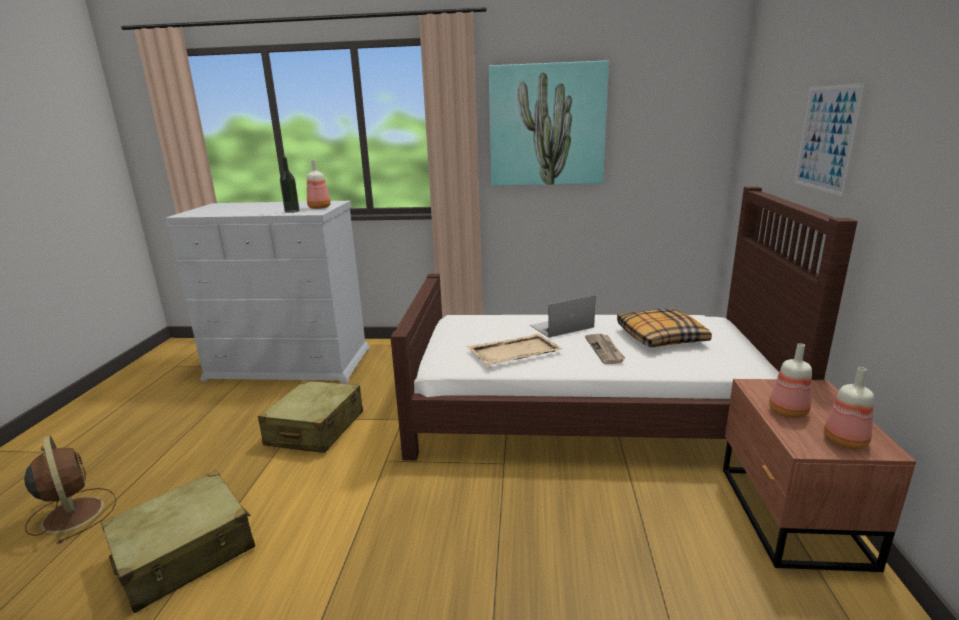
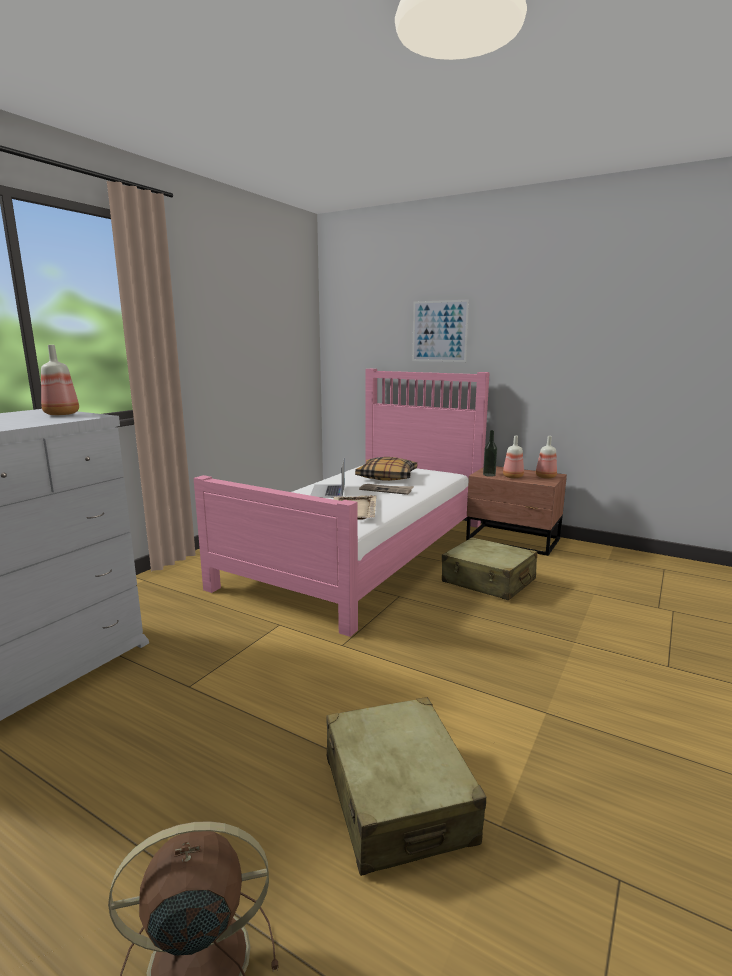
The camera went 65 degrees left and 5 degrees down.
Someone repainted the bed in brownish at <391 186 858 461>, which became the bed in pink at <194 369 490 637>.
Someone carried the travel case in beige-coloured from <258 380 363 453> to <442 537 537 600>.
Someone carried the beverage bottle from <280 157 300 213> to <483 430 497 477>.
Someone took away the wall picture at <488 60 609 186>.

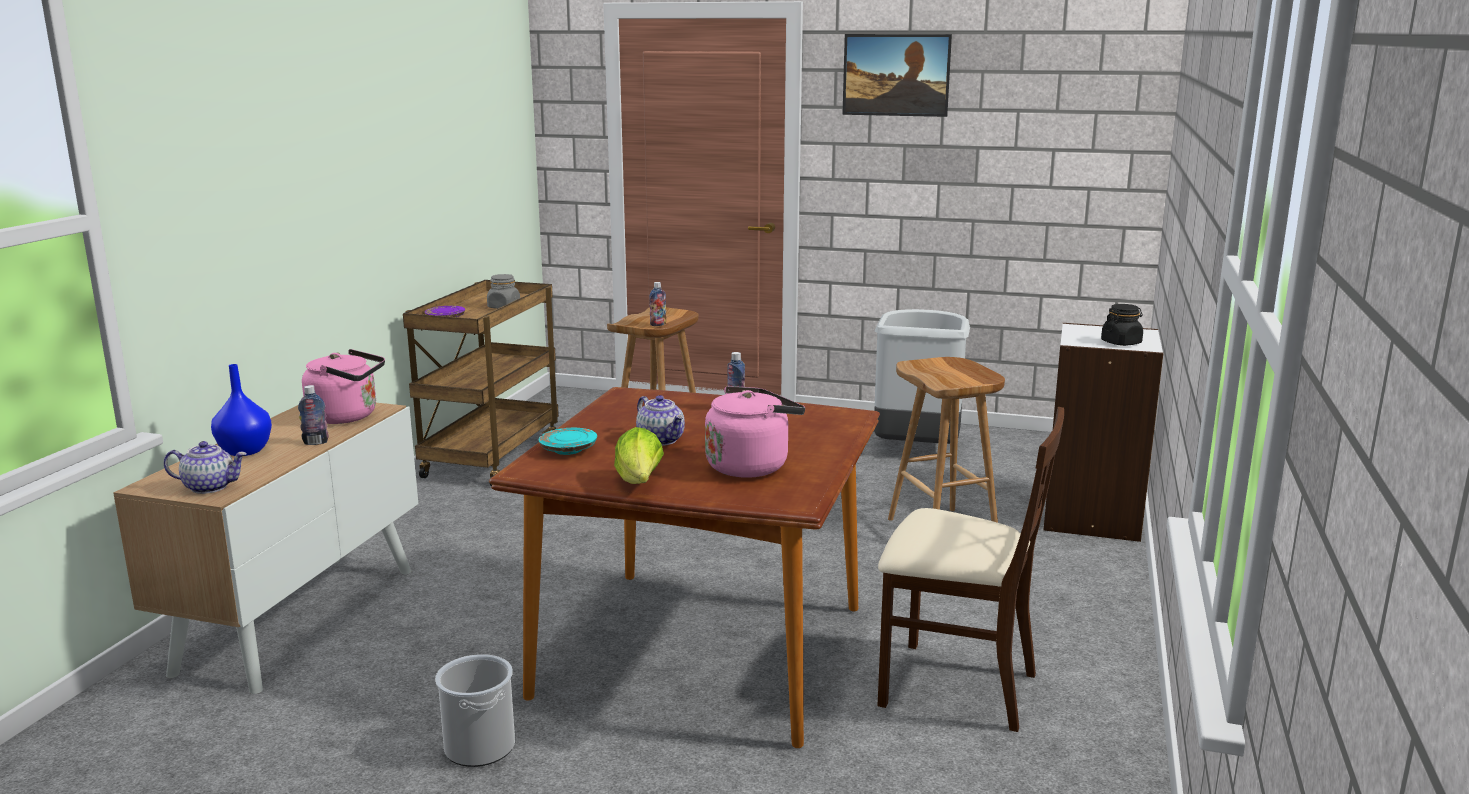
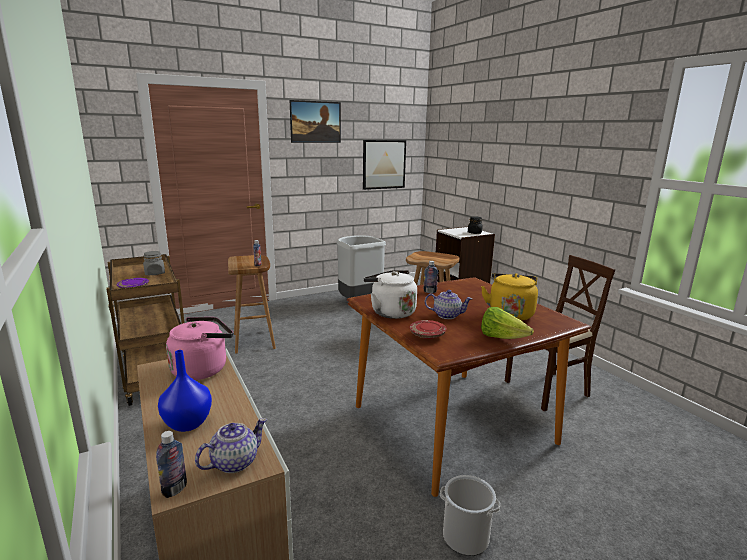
The camera went 45 degrees left and 0 degrees up.
Someone carried the beverage bottle from <298 385 329 445> to <156 431 187 498>.
Someone put up the wall picture at <363 140 406 190>.
Someone put down the kettle in white at <364 270 417 319>.
Someone repainted the flat dish in blue-green at <538 428 597 455>, which became the flat dish in red-coloured at <410 320 447 339>.
Someone repainted the kettle in pink at <705 386 805 478>, which became the kettle in yellow-coloured at <481 273 538 321>.

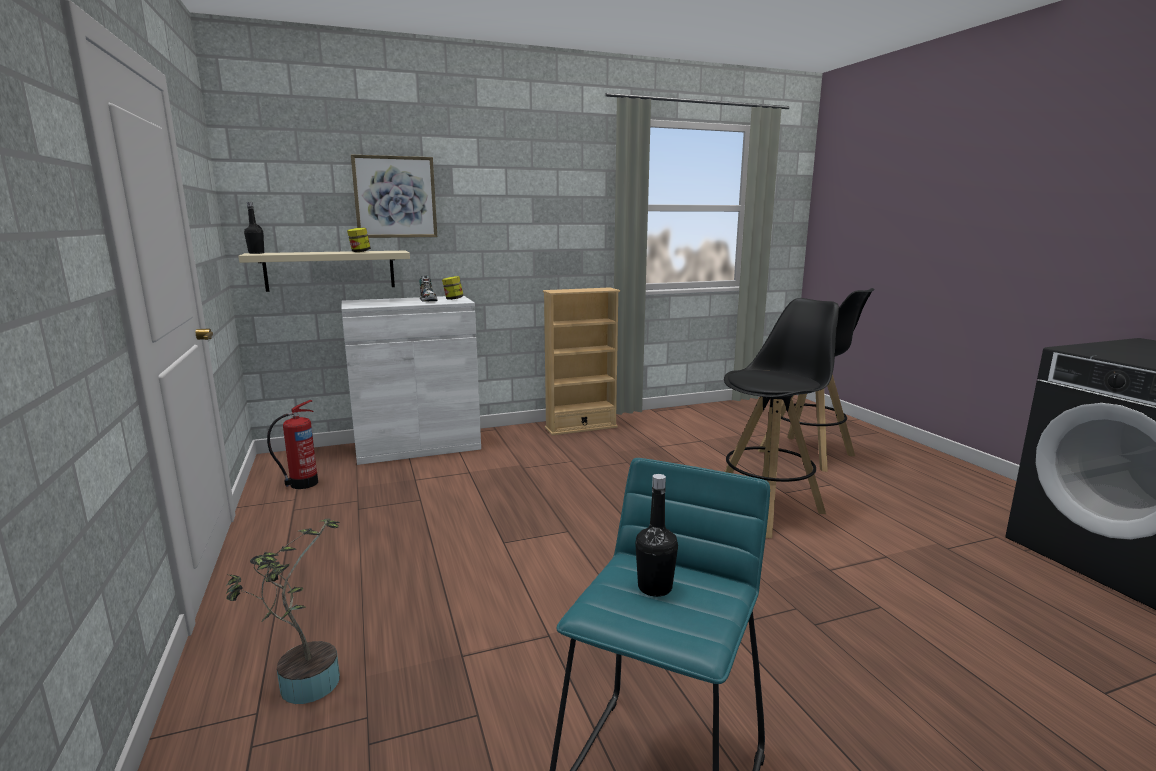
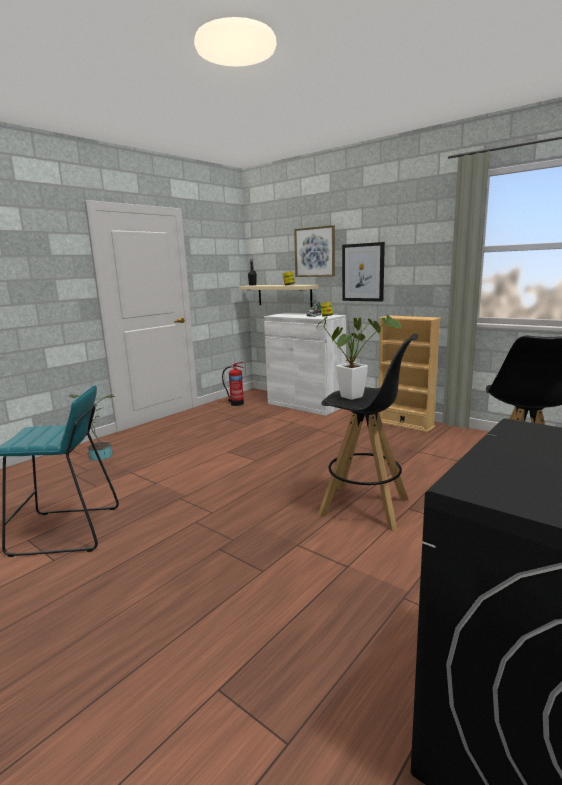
The camera went 60 degrees right and 0 degrees up.
Someone put down the houseplant at <316 315 401 400>.
Someone put up the wall picture at <342 242 385 302>.
Someone took away the beverage bottle in black at <635 474 678 597>.

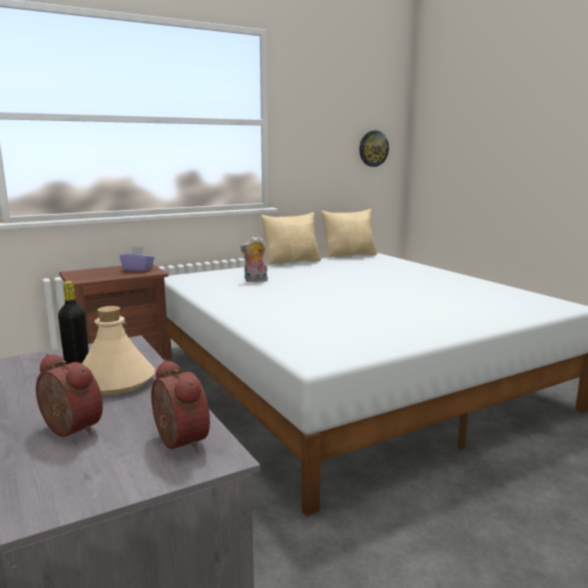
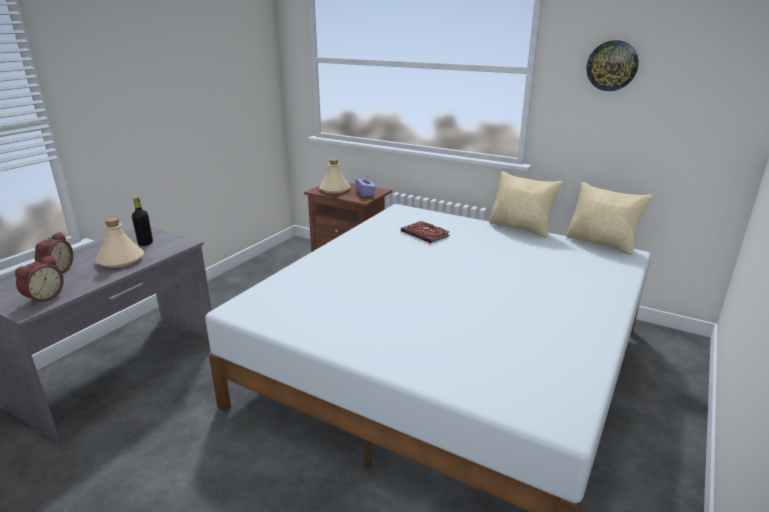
The camera went 60 degrees right and 10 degrees up.
Someone put down the beverage bottle in beige-coloured at <319 159 351 194>.
Someone swapped the soft toy at <240 236 268 282> for the book at <401 221 450 243>.
Someone carried the hanging clock from <359 130 389 167> to <586 40 639 91>.

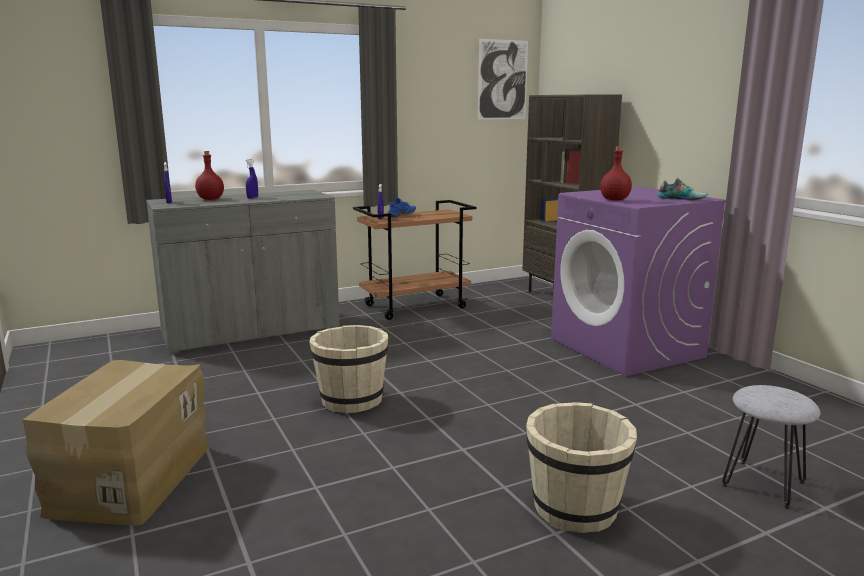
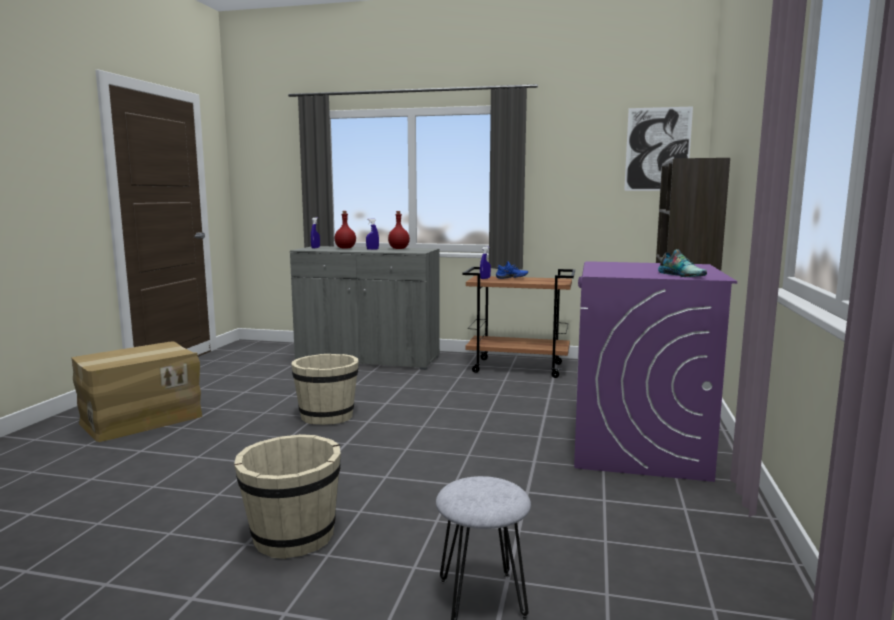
The camera went 40 degrees right and 5 degrees down.
Someone carried the beverage bottle in red-coloured from <600 146 632 201> to <388 211 410 249>.

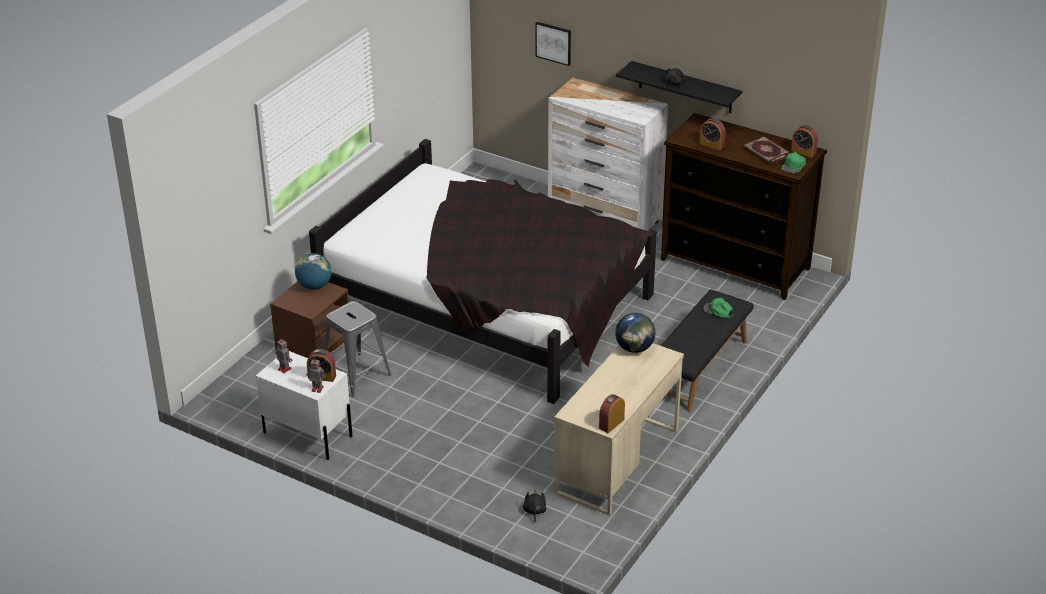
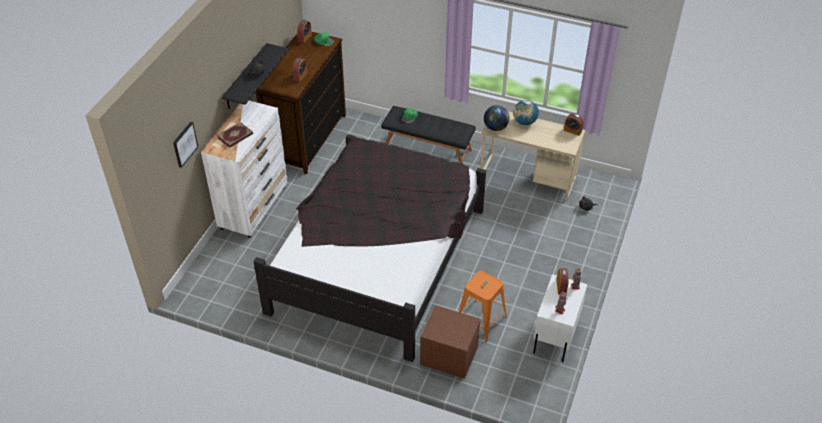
The camera went 100 degrees left and 10 degrees up.
Someone carried the book from <743 137 790 164> to <217 122 253 148>.
Someone repainted the stool seat in grey at <324 301 391 397>, which became the stool seat in orange at <459 271 507 342>.
Someone carried the globe from <295 253 332 290> to <513 100 539 125>.

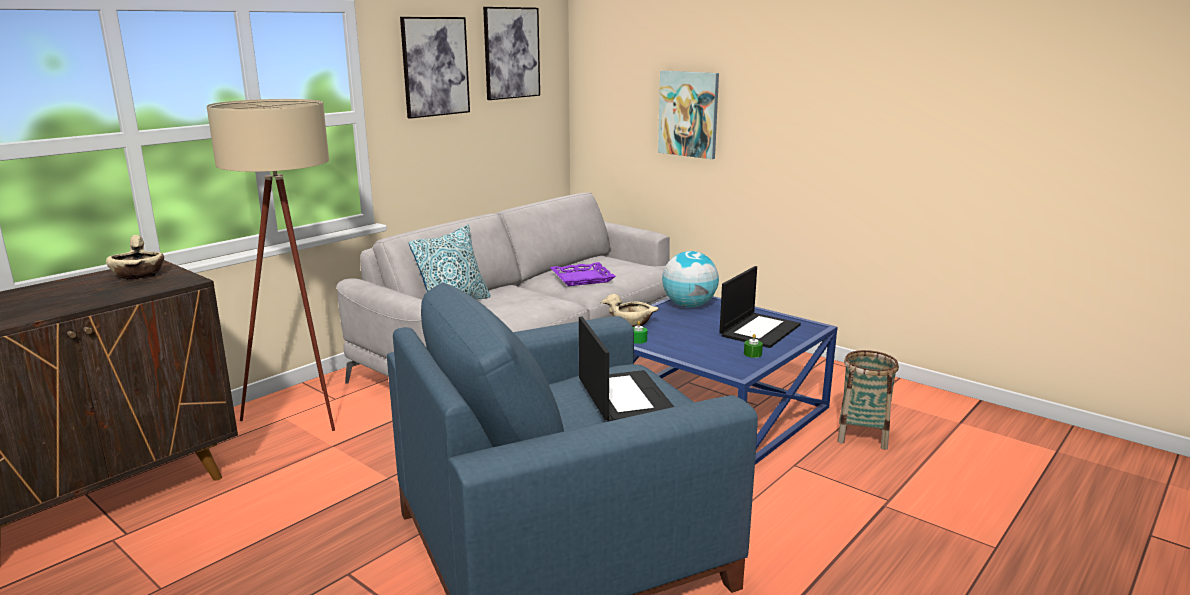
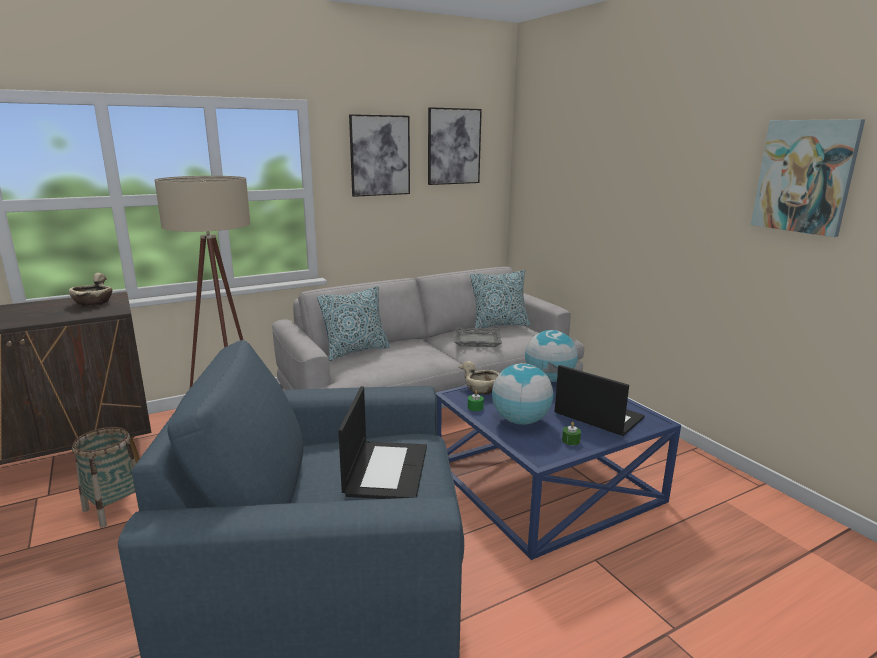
The camera went 20 degrees right and 0 degrees up.
Someone carried the basket from <837 350 899 450> to <72 427 136 528>.
Someone repainted the tray in purple-coloured at <550 262 616 286>, which became the tray in grey at <454 327 502 347>.
Someone put down the cushion at <470 270 530 329>.
Someone put down the globe at <492 363 553 425>.
Someone rotated the notebook computer at <719 266 801 348> by 105 degrees counterclockwise.
Someone carried the wall picture from <658 71 719 159> to <751 119 865 237>.

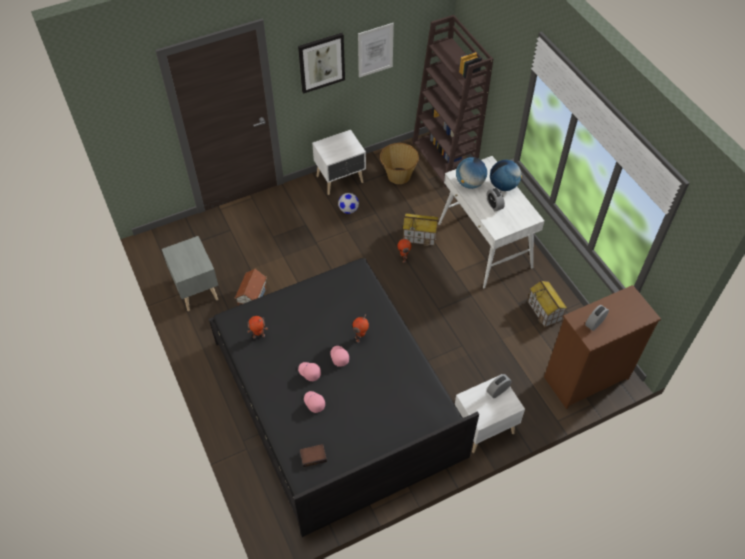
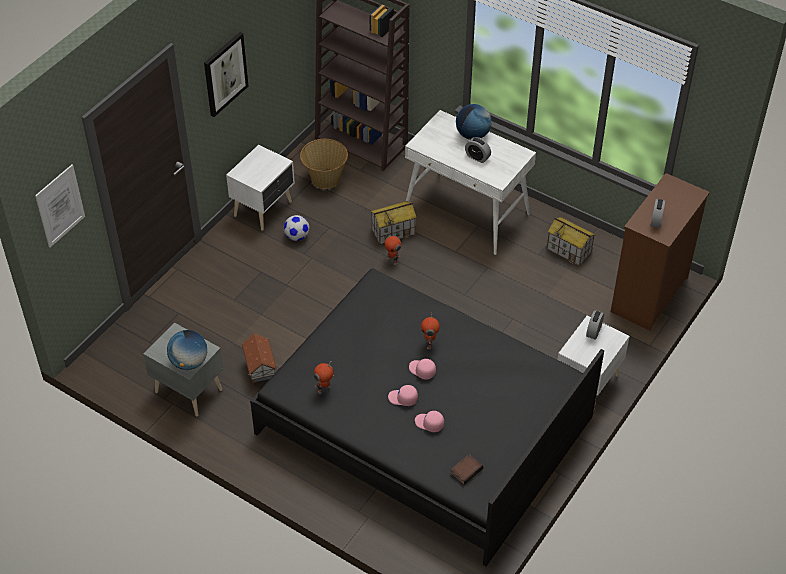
The camera went 30 degrees left and 5 degrees down.
Someone carried the wall picture from <358 23 394 78> to <35 164 85 247>.
Someone carried the globe from <456 157 487 189> to <167 330 207 370>.

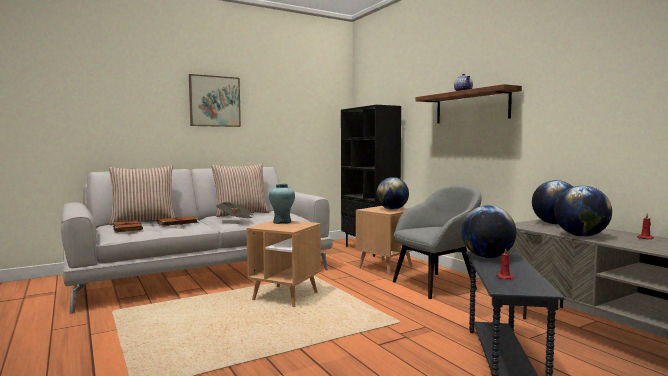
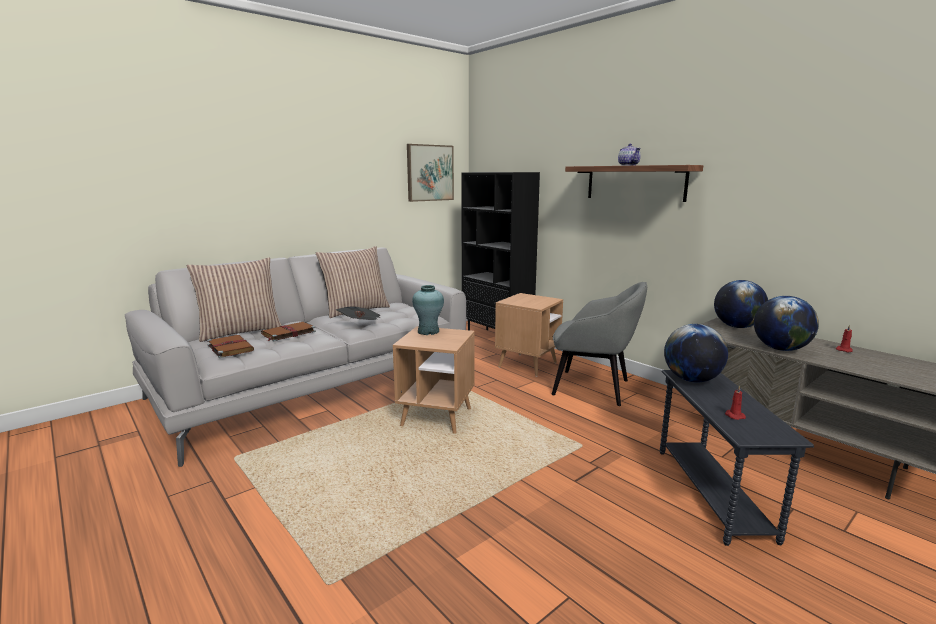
The camera went 10 degrees left and 10 degrees up.
Someone carried the wall picture from <189 74 241 127> to <407 144 454 202>.
Someone rotated the lounge chair in grey at <393 185 482 299> by 60 degrees clockwise.
Someone took away the globe at <376 177 409 210>.

